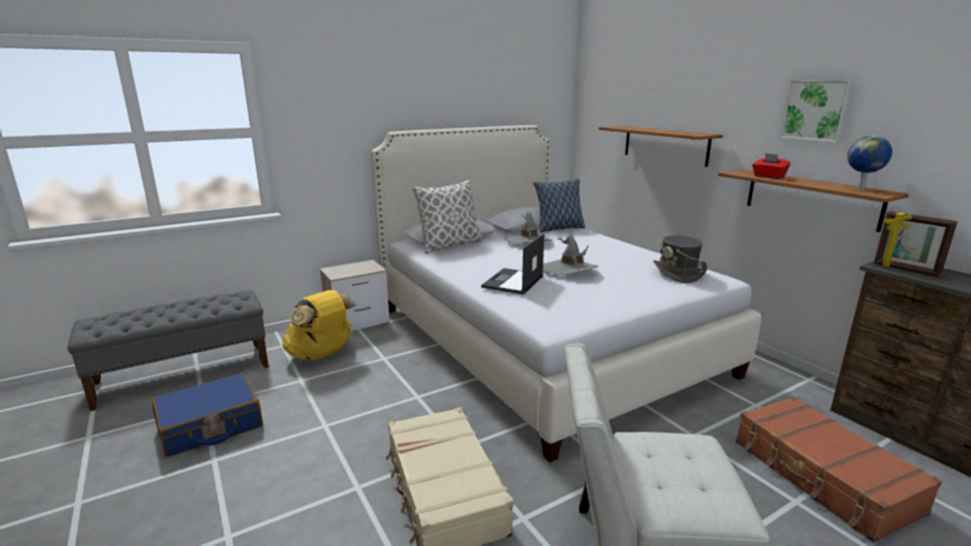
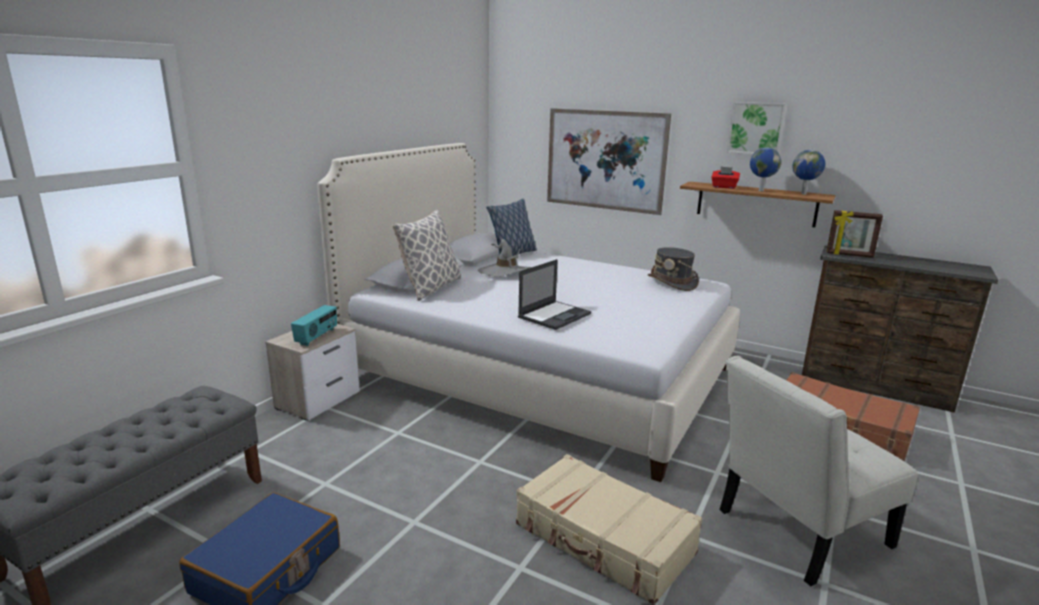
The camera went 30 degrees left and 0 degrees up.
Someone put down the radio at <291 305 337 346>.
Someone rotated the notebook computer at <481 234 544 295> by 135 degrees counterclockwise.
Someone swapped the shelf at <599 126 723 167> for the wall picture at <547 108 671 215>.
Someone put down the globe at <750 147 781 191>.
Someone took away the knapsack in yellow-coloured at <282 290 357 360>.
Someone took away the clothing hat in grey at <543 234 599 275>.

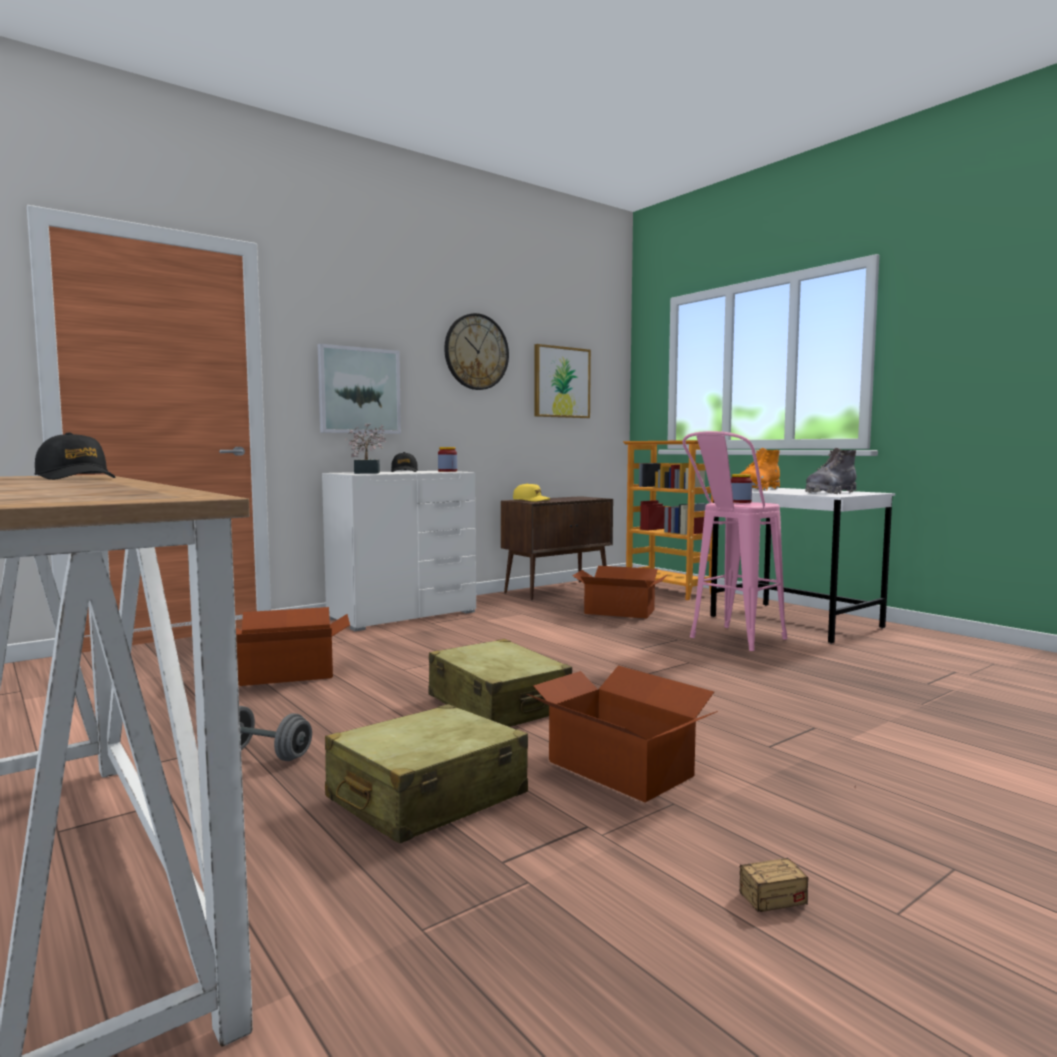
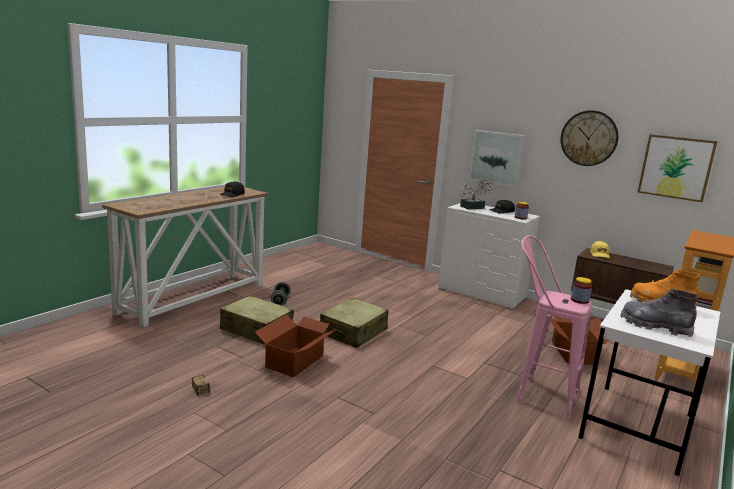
The camera went 70 degrees right and 10 degrees up.
Someone took away the carton at <236 607 350 686>.

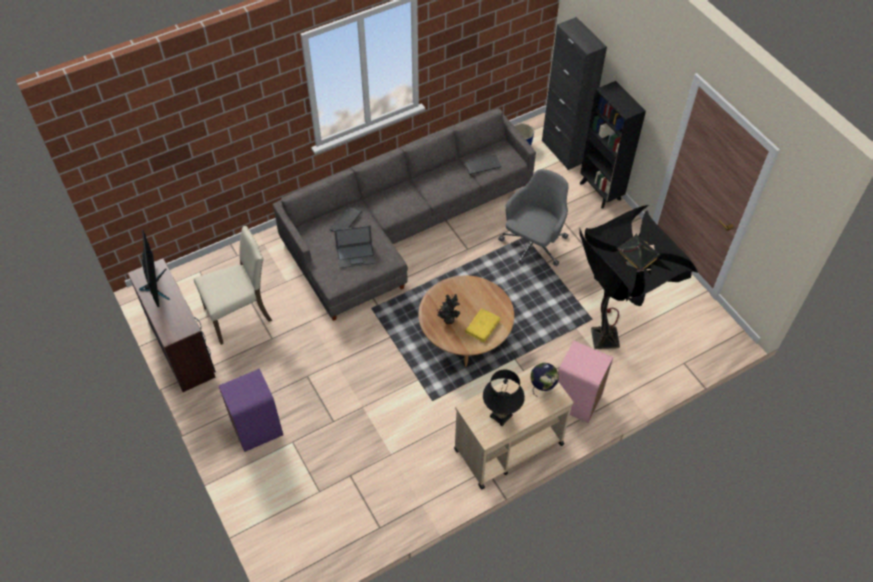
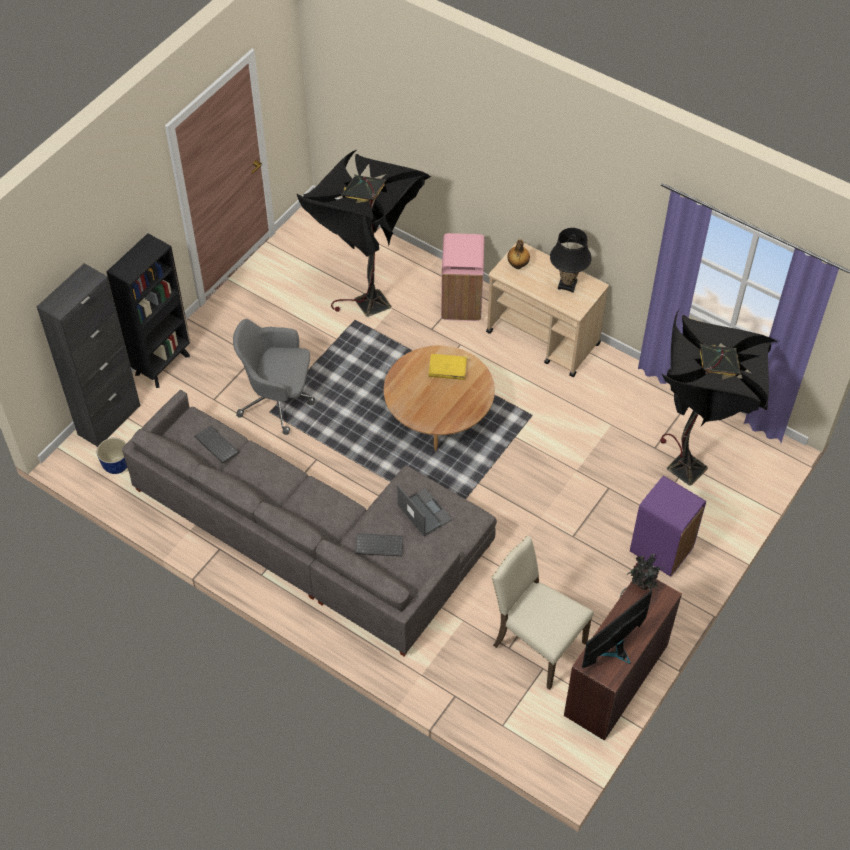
The camera went 115 degrees left and 0 degrees up.
Someone swapped the globe at <530 363 559 397> for the beverage bottle at <507 239 530 269>.
Someone carried the houseplant from <437 294 460 324> to <627 553 665 590>.
Someone put down the floor lamp in black at <660 309 778 486>.

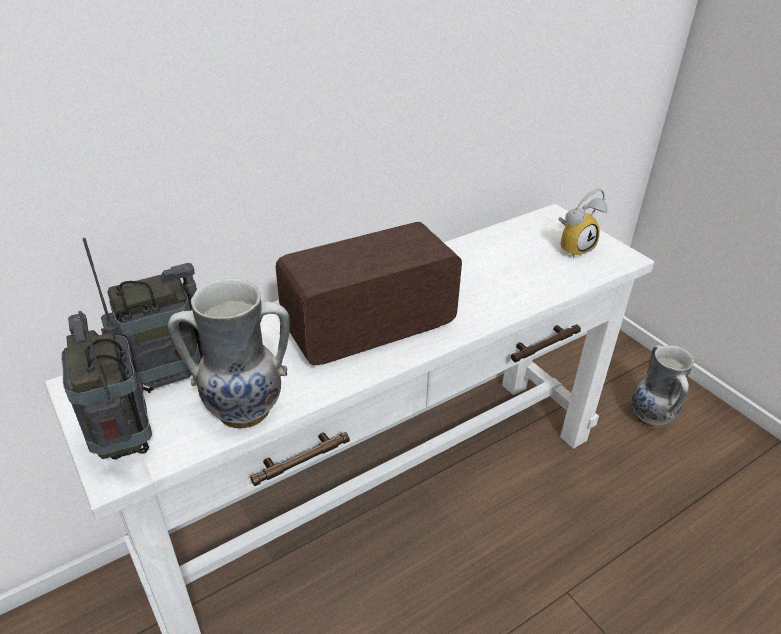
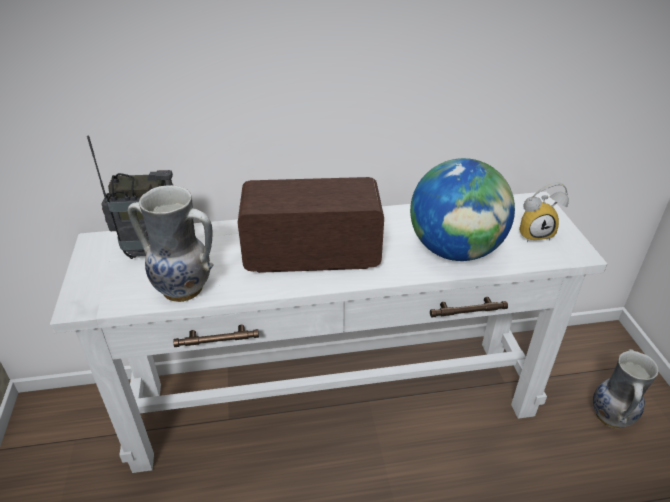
The camera went 25 degrees right and 0 degrees up.
Someone put down the globe at <410 158 515 261>.
Someone took away the radio at <61 311 152 459>.

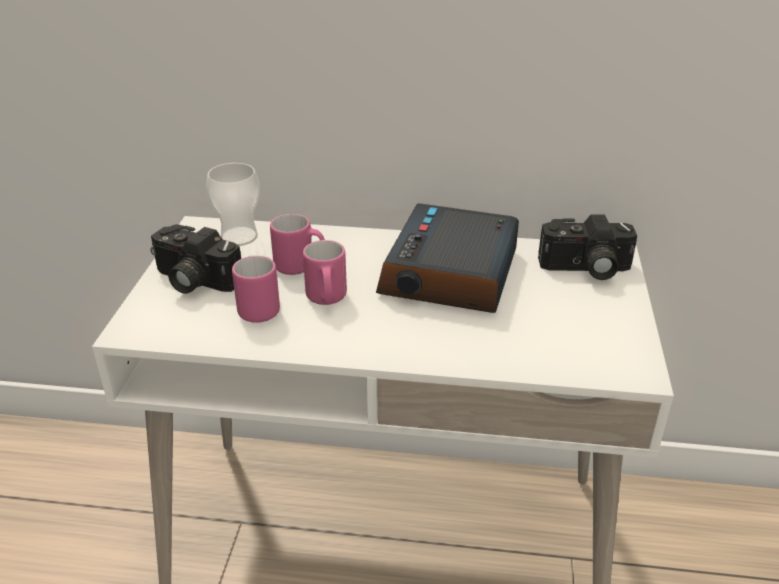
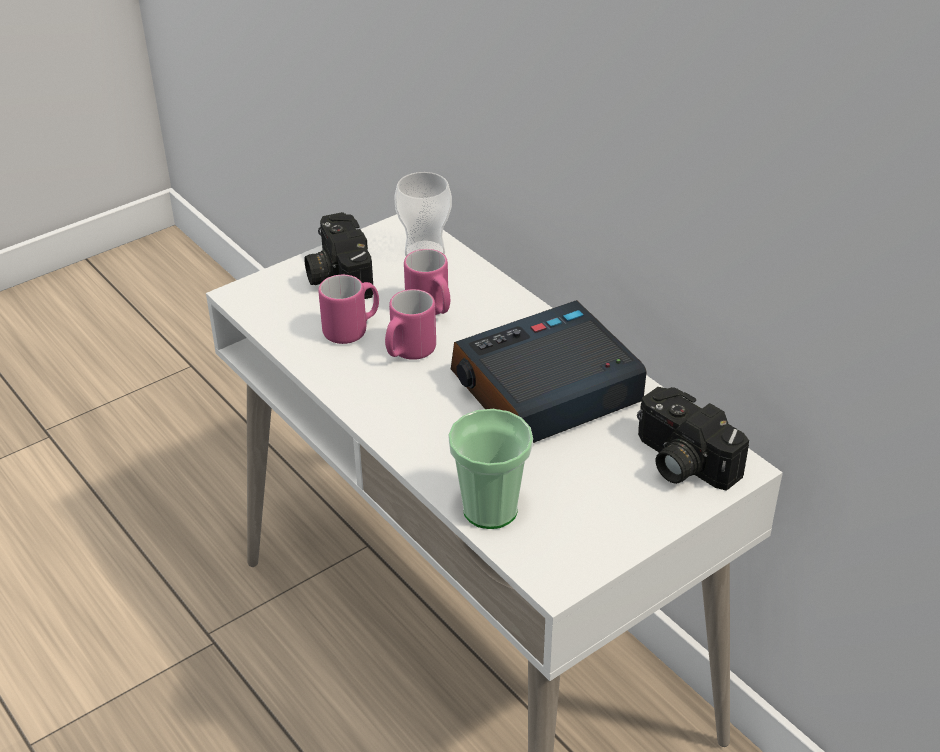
The camera went 45 degrees right and 5 degrees up.
Someone put down the small cup at <448 409 533 529>.

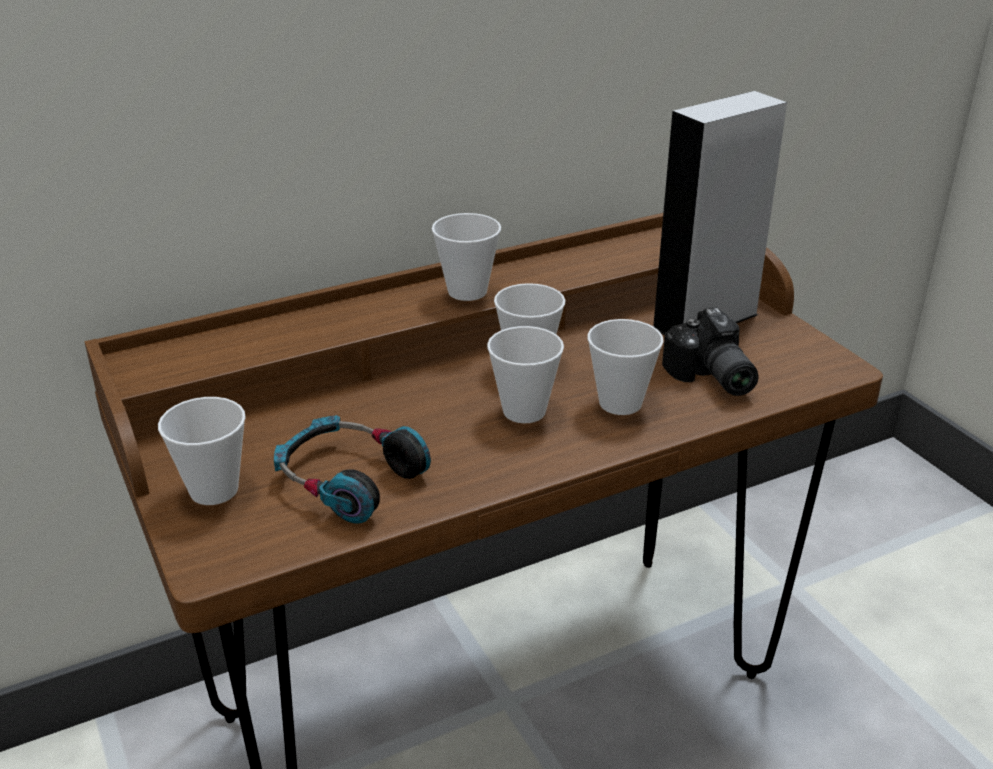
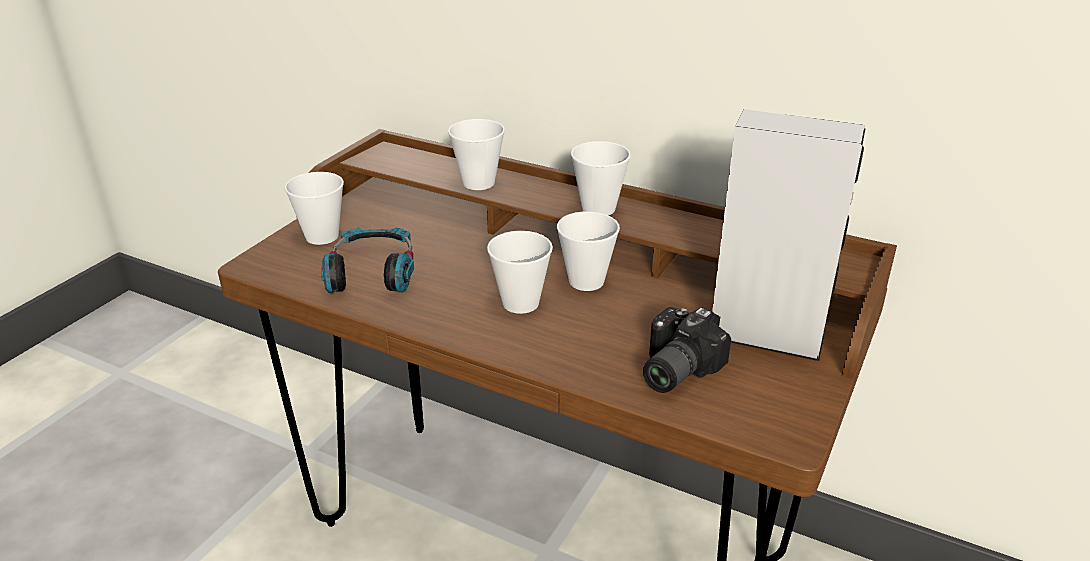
The camera went 55 degrees right and 0 degrees up.
Someone carried the small cup from <587 319 664 415> to <448 119 505 190>.

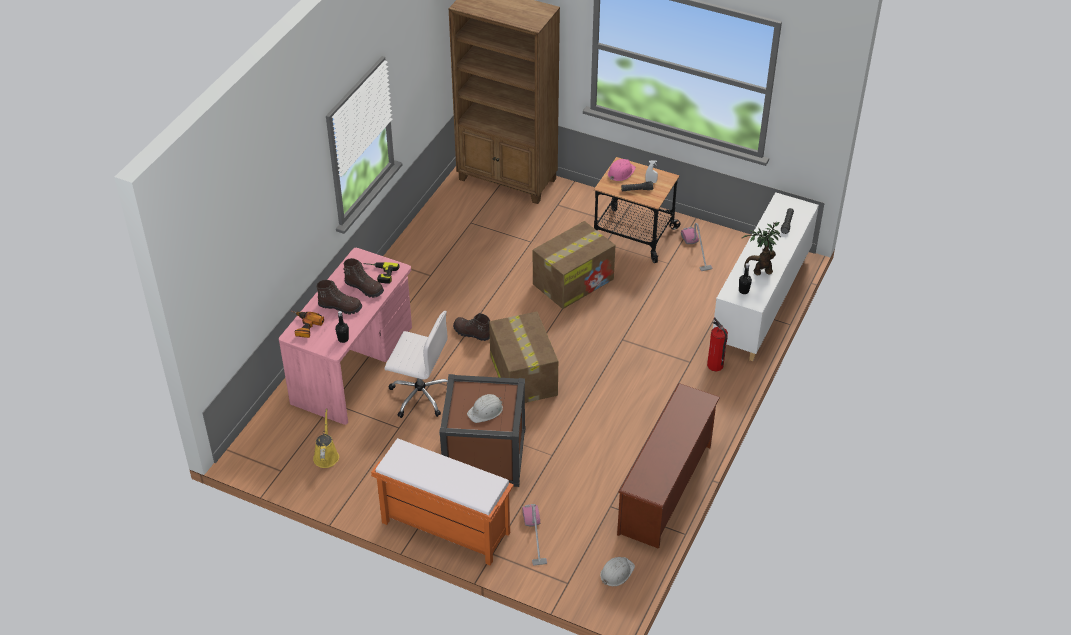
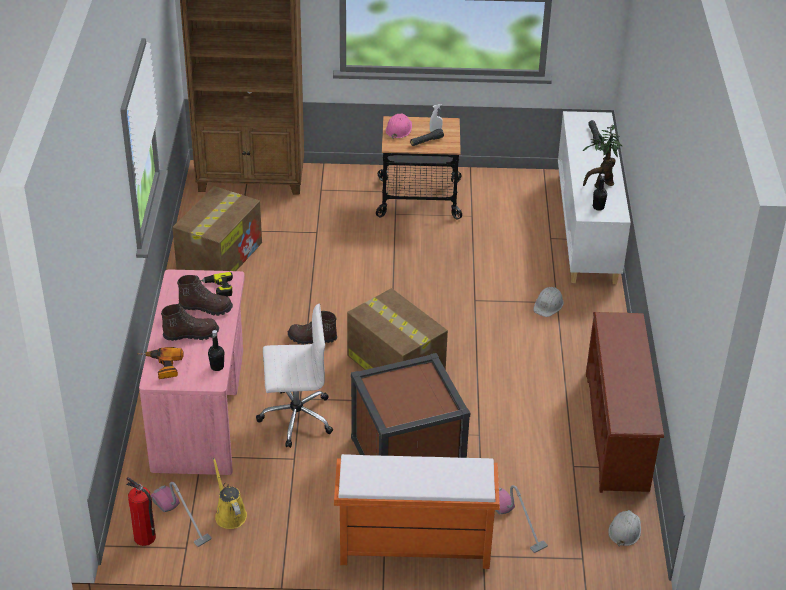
The camera went 25 degrees left and 5 degrees down.
Someone carried the fire-fighting cylinder from <707 317 728 372> to <126 477 156 546>.
Someone carried the vacuum from <681 223 712 271> to <151 482 212 547>.
Someone carried the carton from <533 221 616 309> to <172 186 262 271>.
Someone carried the hard hat in white from <467 394 503 423> to <533 287 564 317>.

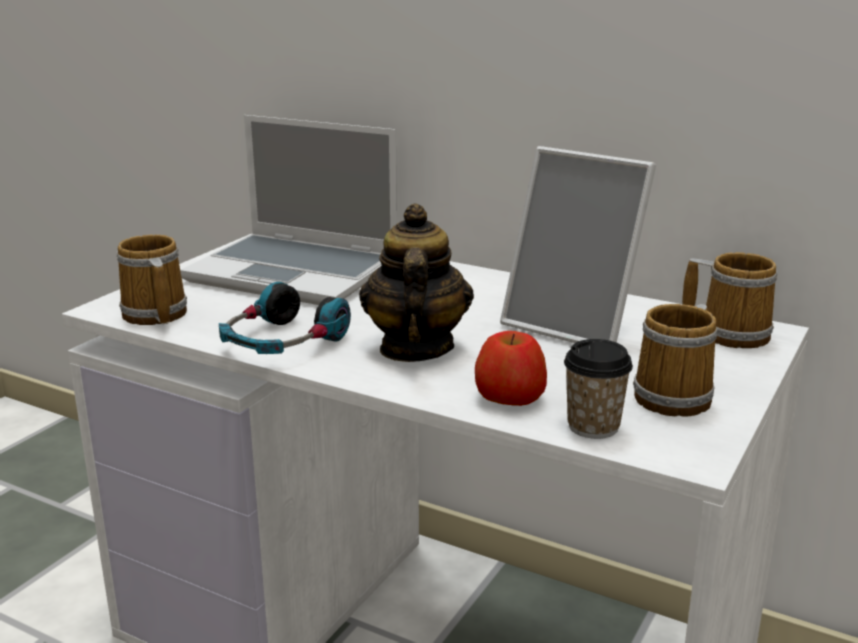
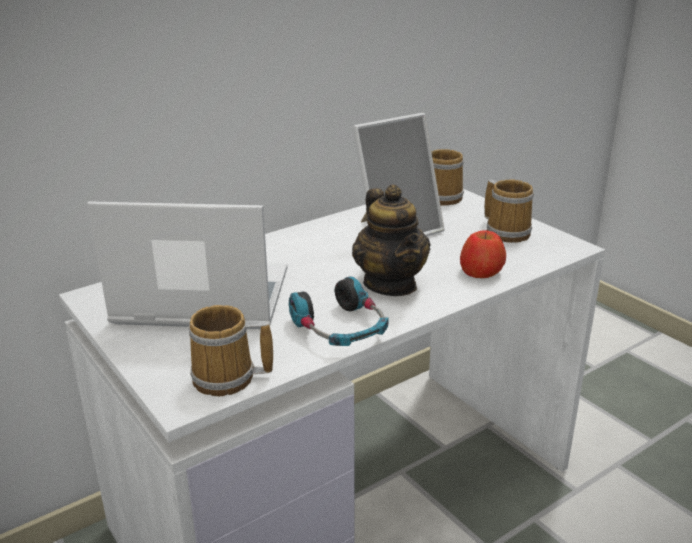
The camera went 65 degrees left and 5 degrees up.
Someone rotated the notebook computer at <180 115 397 305> by 135 degrees counterclockwise.
Someone rotated the pot for tea at <359 203 474 362> by 135 degrees counterclockwise.
Someone took away the small cup at <564 339 633 439>.

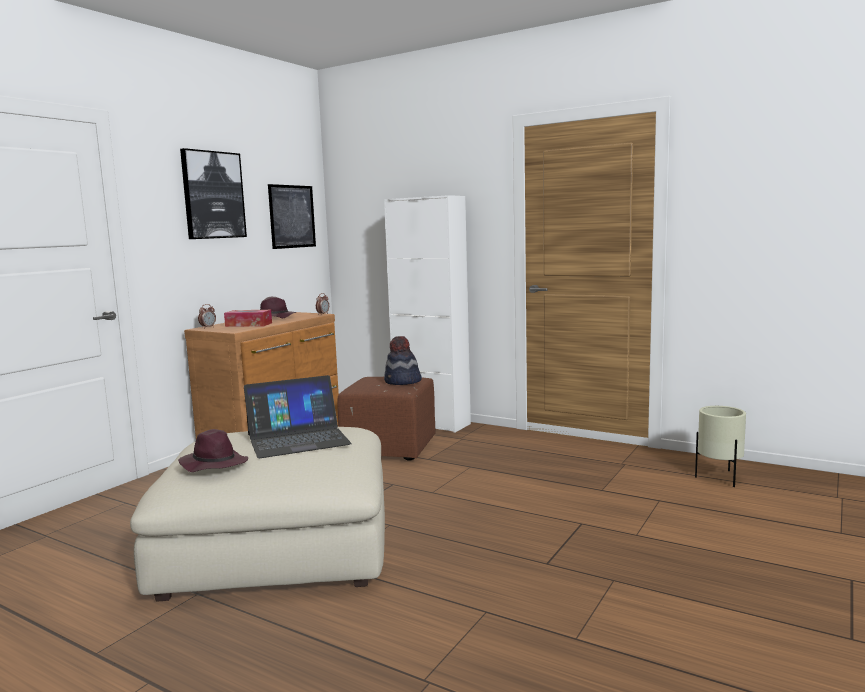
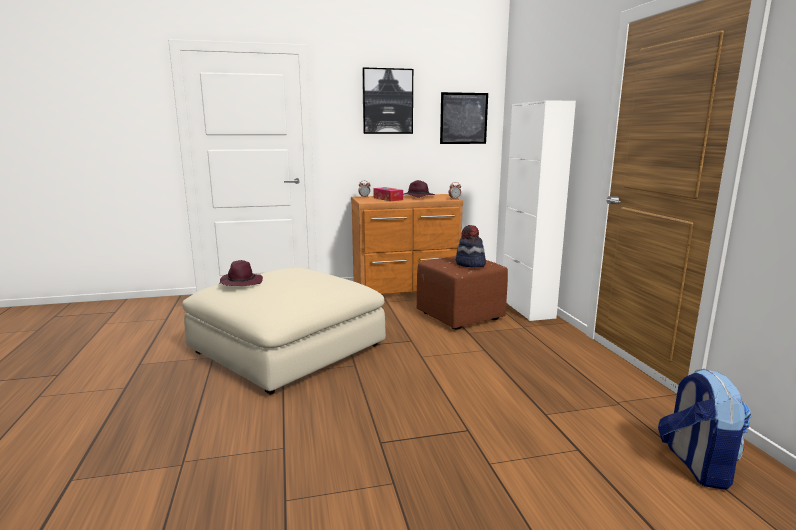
The camera went 45 degrees right and 5 degrees up.
Someone swapped the plant pot in beige-coloured at <695 406 746 487> for the knapsack at <658 369 752 490>.
Someone took away the notebook computer at <244 375 352 458>.

